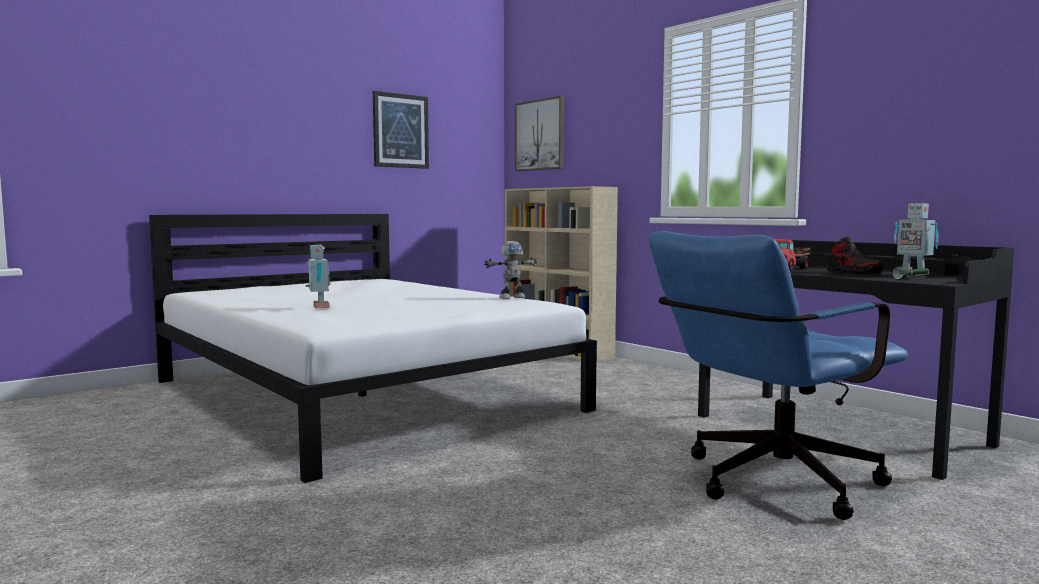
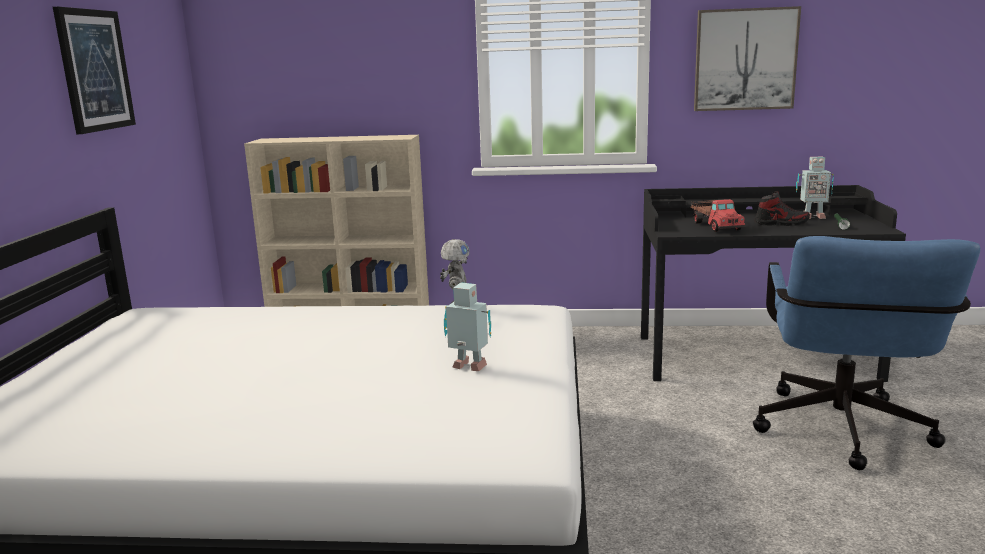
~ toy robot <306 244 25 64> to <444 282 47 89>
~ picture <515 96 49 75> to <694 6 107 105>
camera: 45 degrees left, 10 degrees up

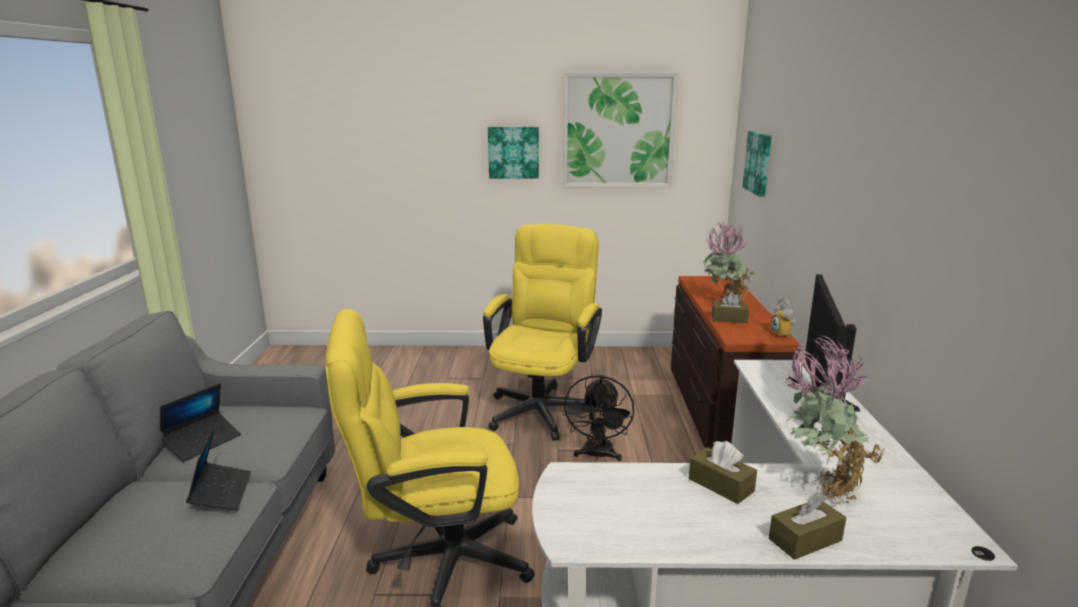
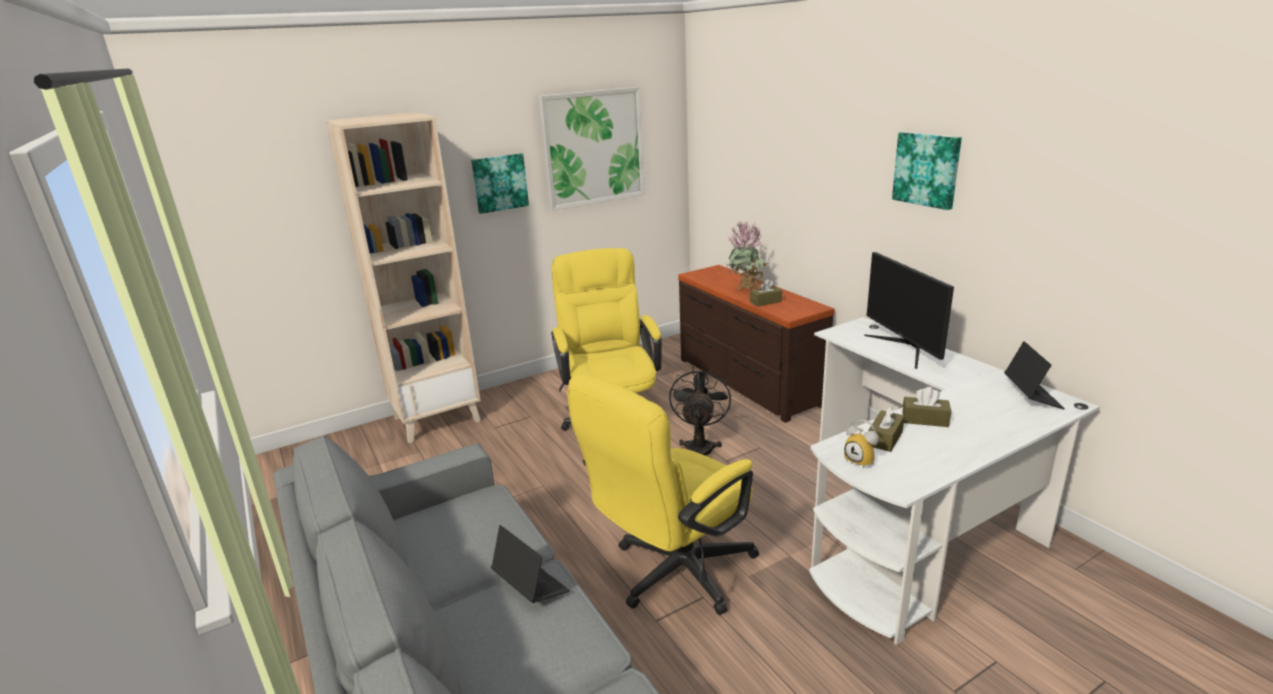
+ beige bookcase <326 112 155 331>
~ black fan <562 375 72 86> = <669 366 62 90> 150 degrees counterclockwise
~ alarm clock <771 299 25 39> to <844 420 35 48>
~ brown tissue box <769 494 77 66> to <869 405 36 47>
~ picture <743 131 29 65> to <892 132 70 78>
~ laptop <160 383 81 79> to <1004 341 61 68>
- potted plant <782 334 103 171>
camera: 30 degrees left, 5 degrees up

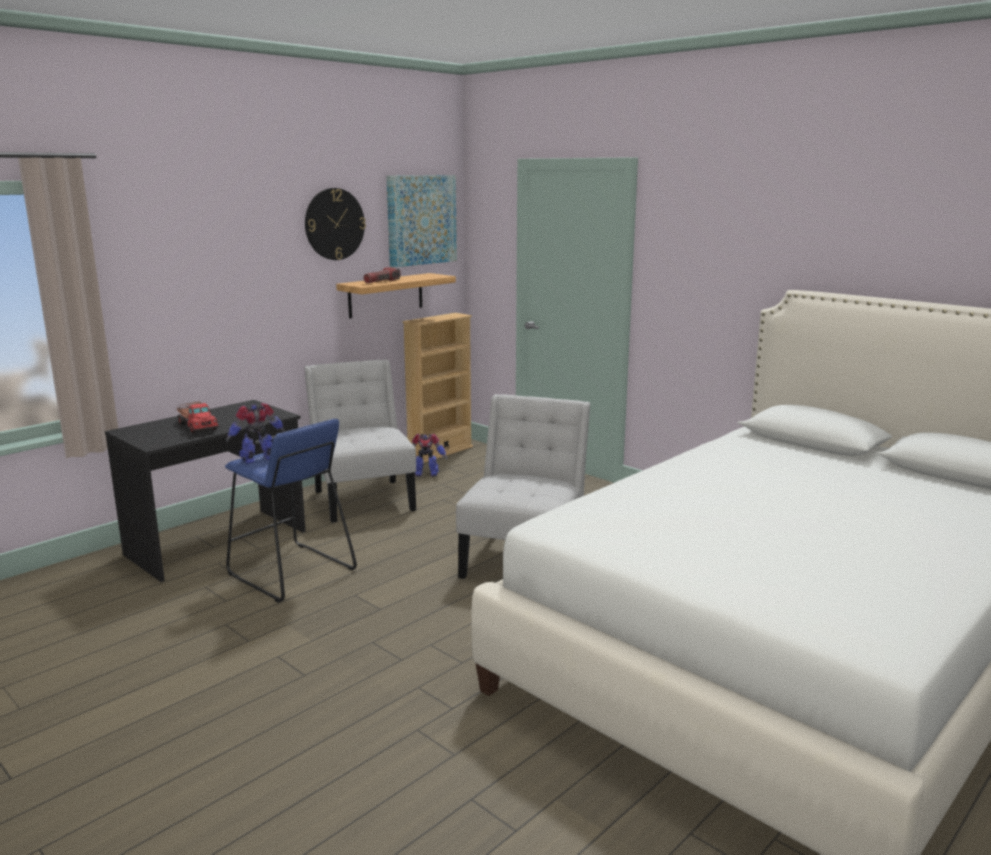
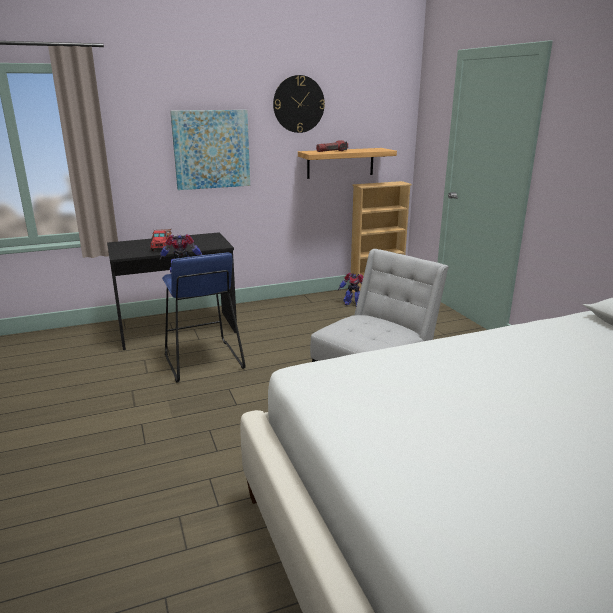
~ picture <386 175 71 92> to <170 110 80 80>
- white chair <304 360 112 163>
camera: 25 degrees right, 5 degrees up

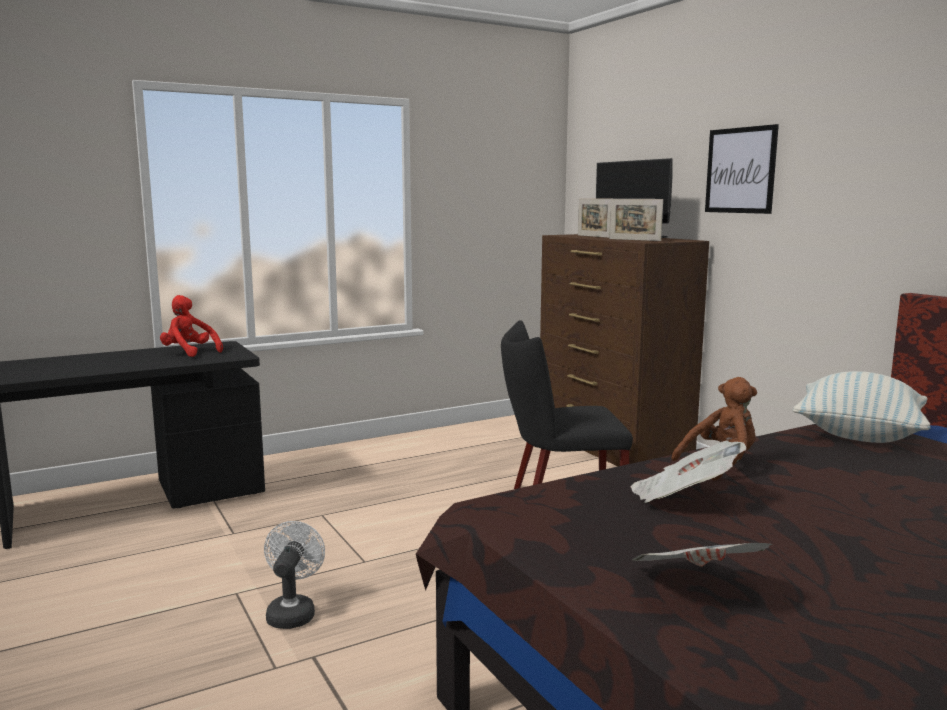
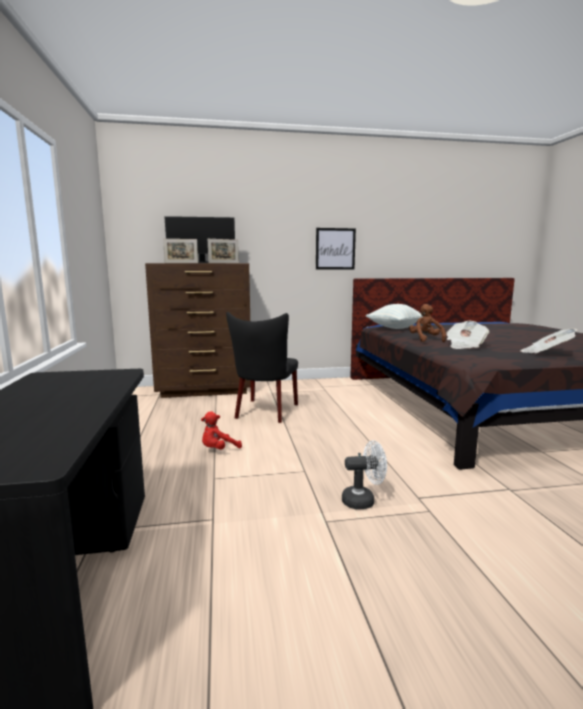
~ red plush toy <160 295 63 62> to <201 411 41 39>
~ picture <705 124 74 90> to <316 228 40 41>
~ white fan <264 521 61 108> = <342 440 45 69> 150 degrees clockwise
camera: 70 degrees left, 0 degrees up

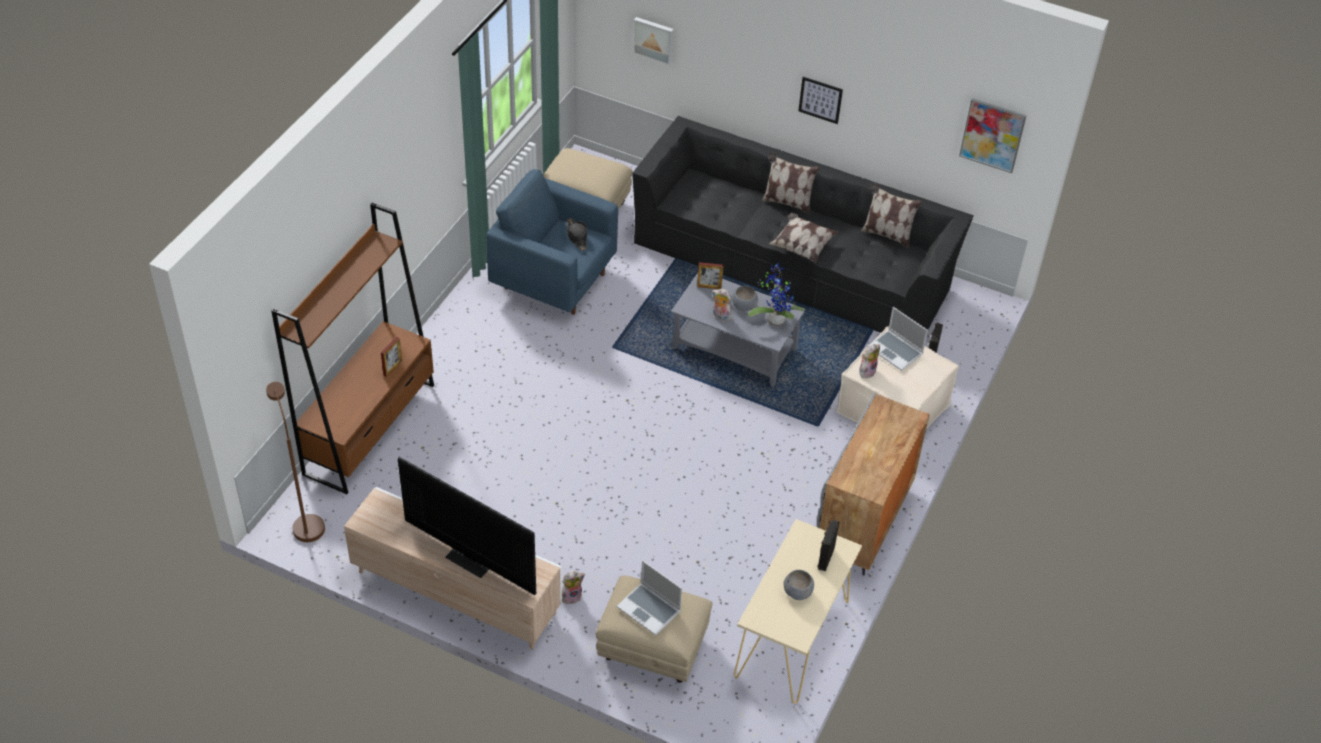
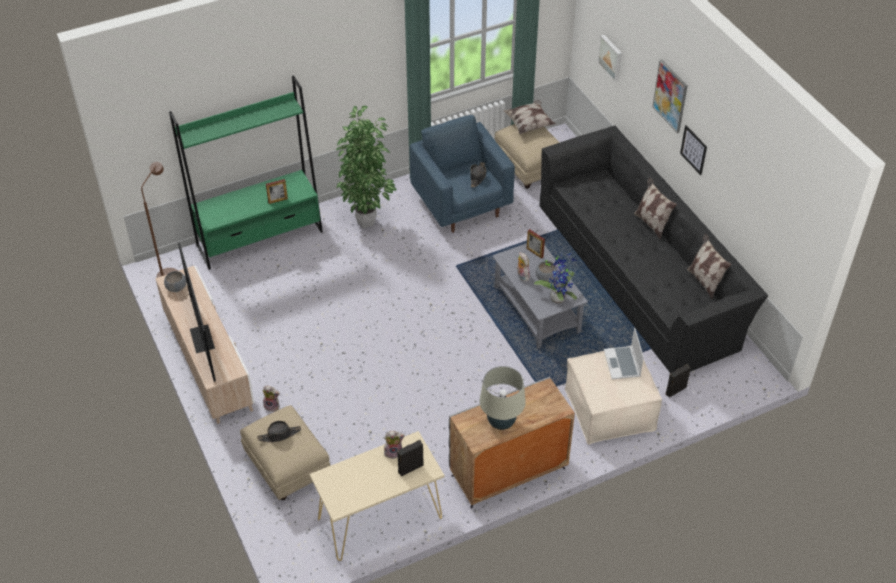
~ grey bowl <784 570 30 30> to <164 271 23 21>
~ brown bookcase <271 202 163 292> to green bookcase <169 75 154 195>
~ laptop <617 560 65 76> to black hat <257 421 44 21>
+ potted plant <336 106 60 123>
~ plush toy <859 344 21 34> to <384 431 21 28>
+ beige table lamp <479 366 47 64>
~ pillow <769 213 69 50> to <503 100 53 34>
~ picture <959 98 68 75> to <652 59 36 74>
camera: 40 degrees right, 0 degrees up

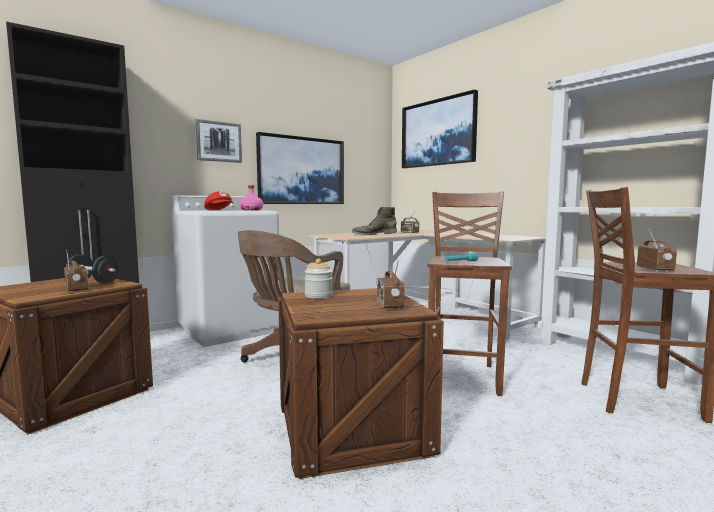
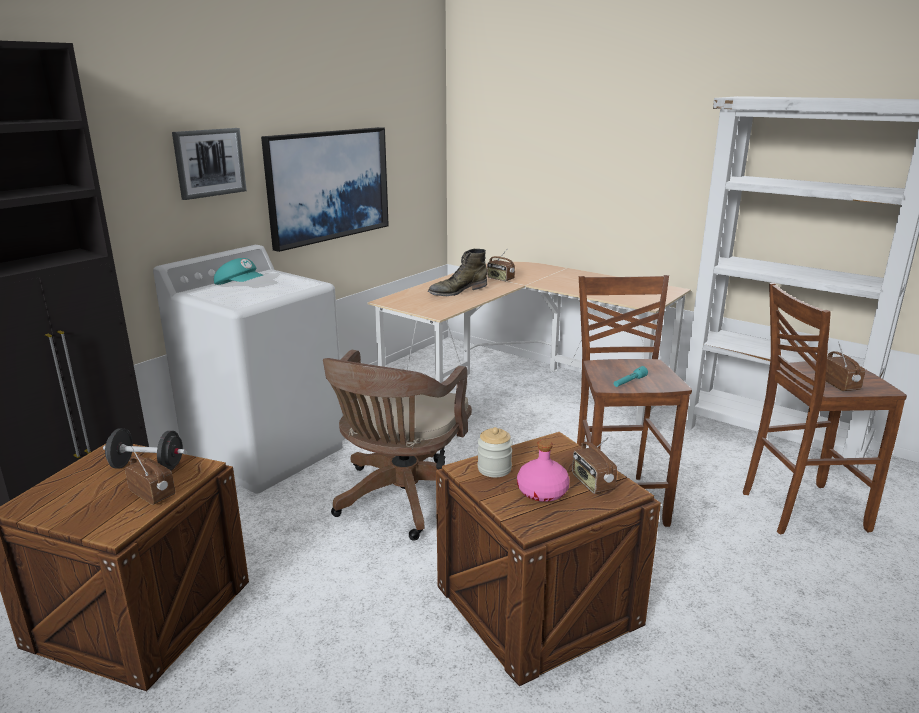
~ red cap <204 191 29 19> to turquoise cap <214 258 50 27>
~ pink bottle <240 185 23 25> to <517 440 53 62>
- picture <402 89 76 79>
camera: 15 degrees left, 15 degrees up

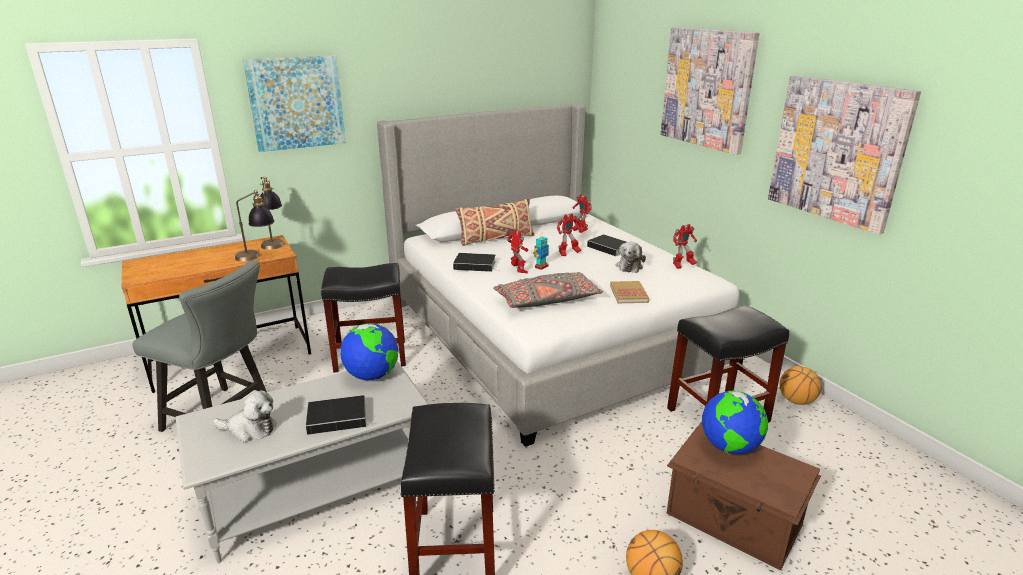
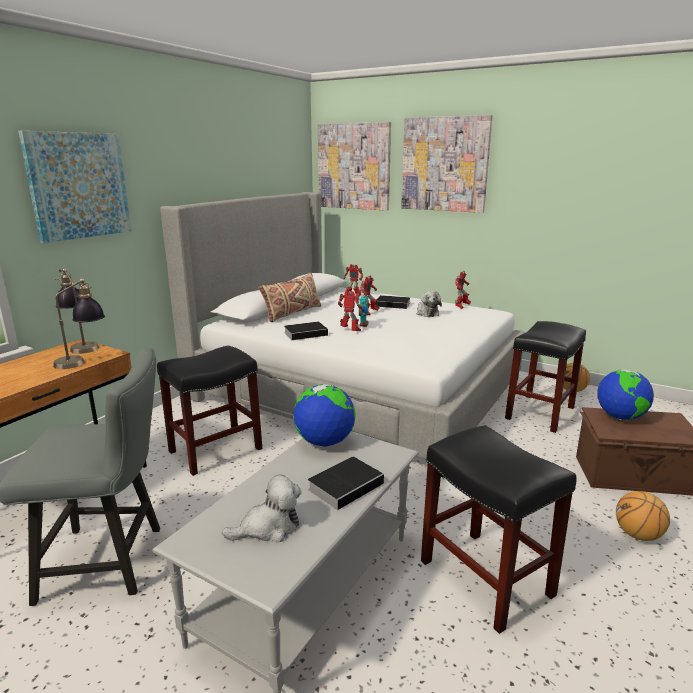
~ picture <768 76 153 159> to <318 122 73 89>
- grey pillow <493 272 110 36>
- book <610 281 39 22>
camera: 30 degrees left, 5 degrees down

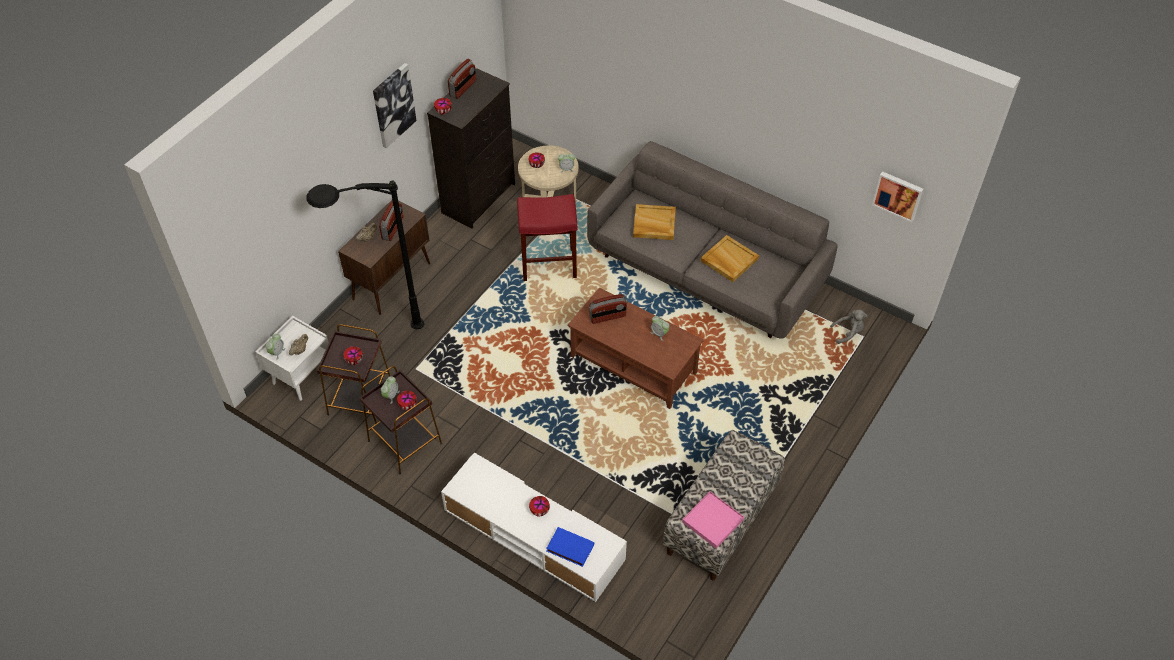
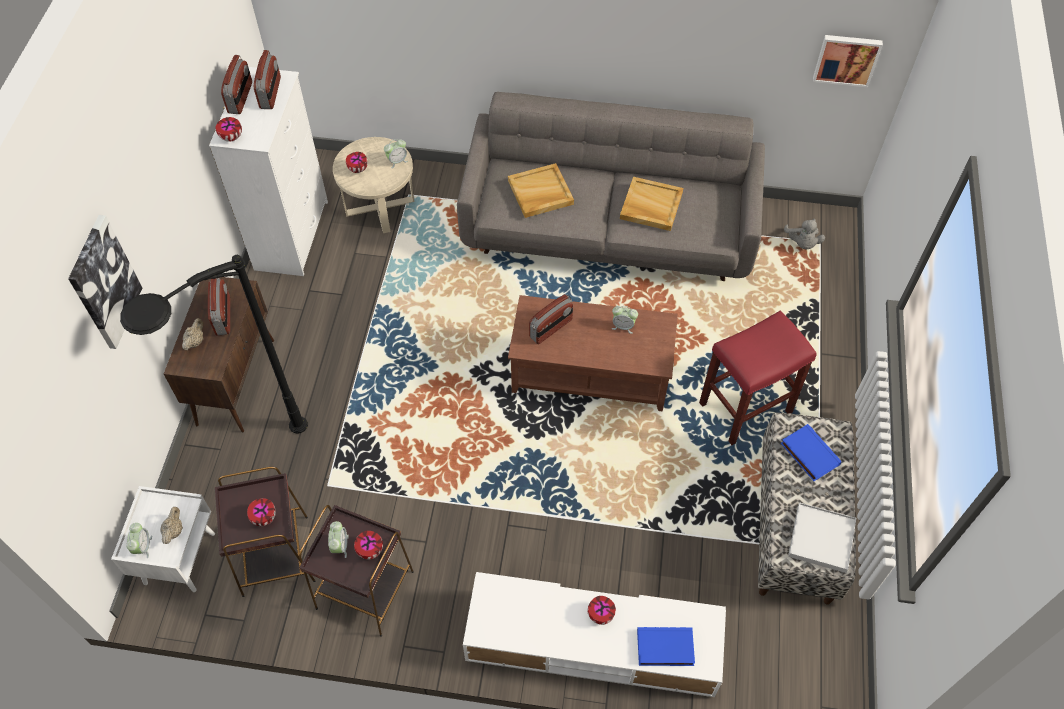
~ picture <373 63 44 85> to <68 215 74 134>
~ black dresser <427 68 88 160> to white dresser <209 67 119 209>
+ radio <254 50 27 59>
~ red stool <517 194 60 87> to <699 310 118 135>
+ blue book <781 424 61 57>
~ grey plush toy <830 310 37 34> = <784 219 41 31> 120 degrees clockwise
~ pink tray <682 491 62 58> to white tray <788 503 68 70>
camera: 25 degrees left, 5 degrees up

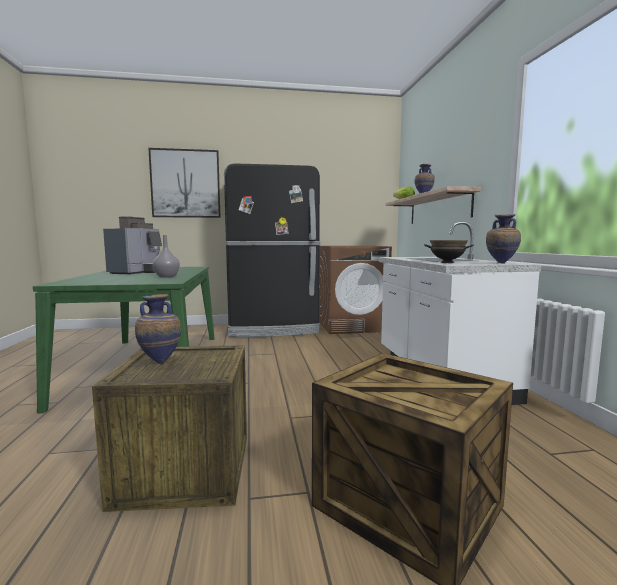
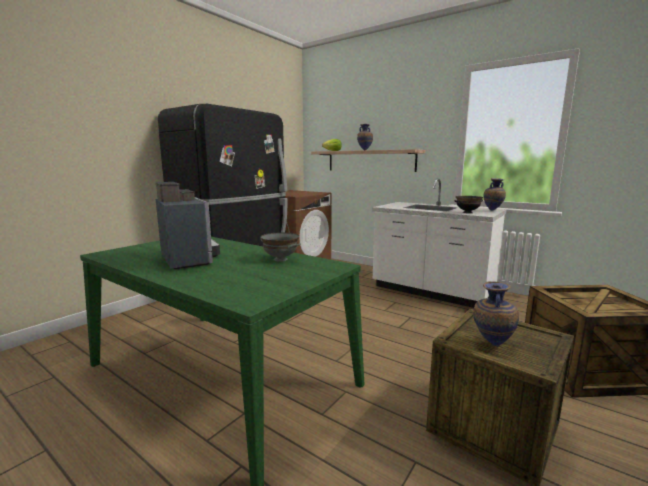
~ grey vase <153 235 27 43> to grey bowl <260 232 41 30>
- picture <148 148 73 70>
camera: 45 degrees left, 5 degrees up

